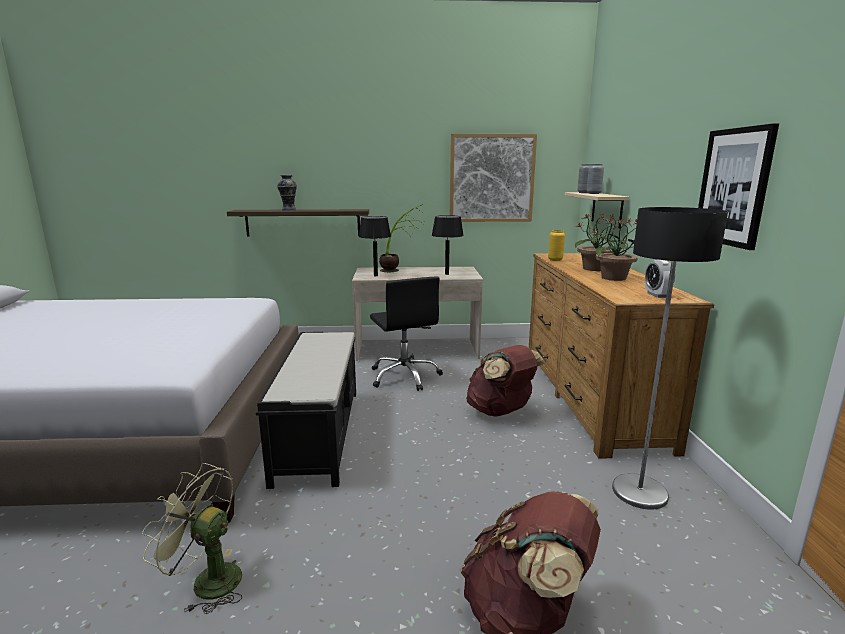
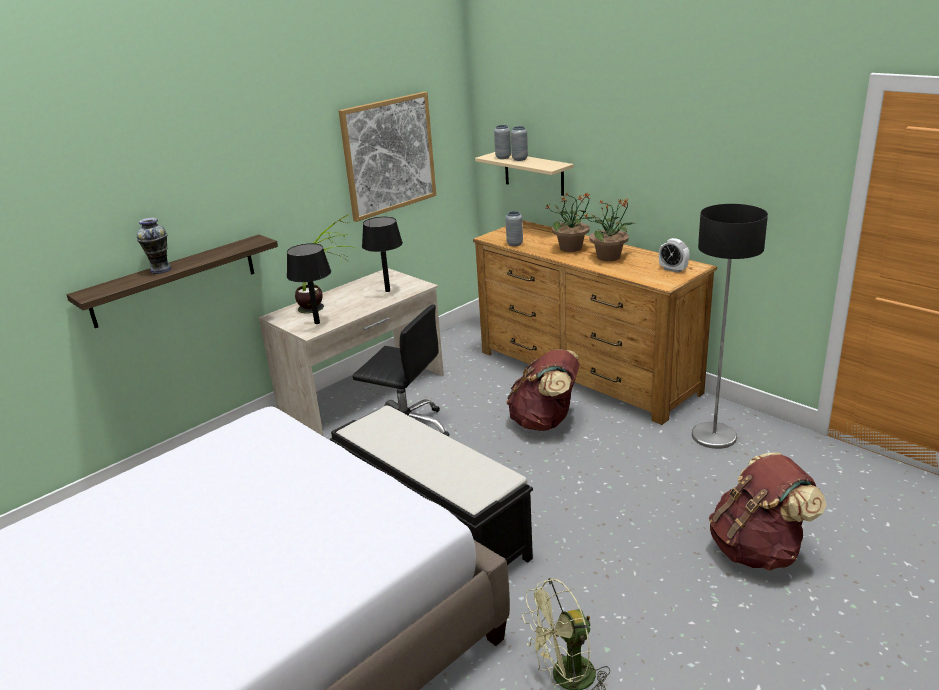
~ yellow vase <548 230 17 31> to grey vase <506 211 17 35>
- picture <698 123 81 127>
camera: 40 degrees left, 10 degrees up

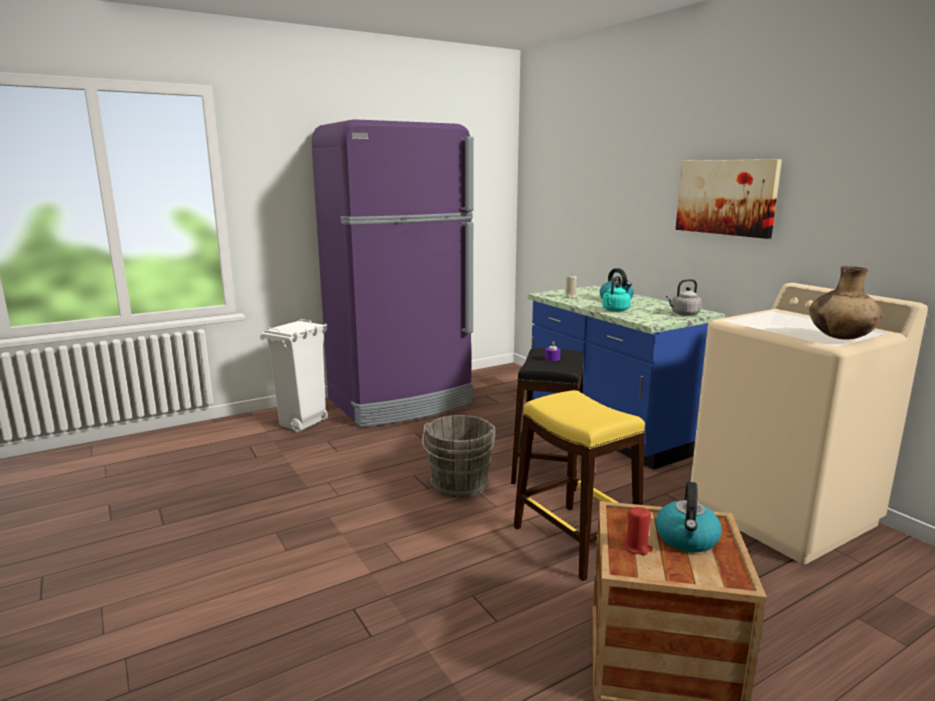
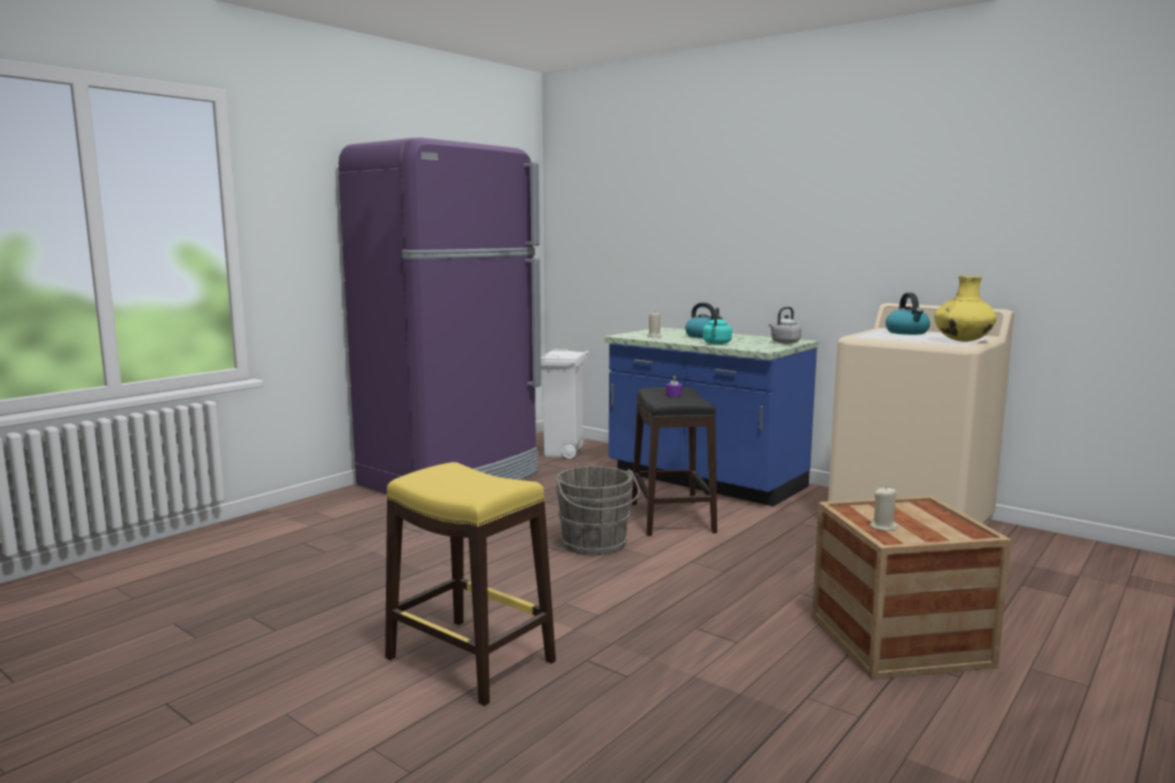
~ yellow stool <514 390 131 191> to <385 462 171 244>
~ white trash can <260 319 68 113> to <541 349 48 110>
~ red candle <623 507 30 48> to beige candle <870 486 28 45>
~ kettle <656 482 66 70> to <886 293 44 42>
~ brown vase <809 266 74 74> to yellow vase <934 276 63 66>
- picture <676 159 106 80>
camera: 20 degrees left, 5 degrees down

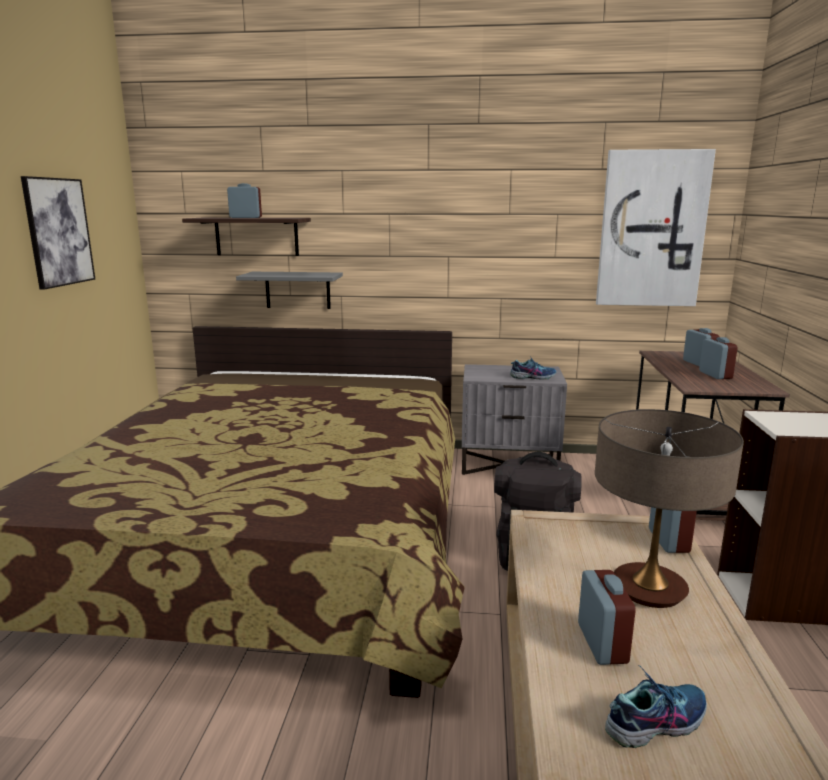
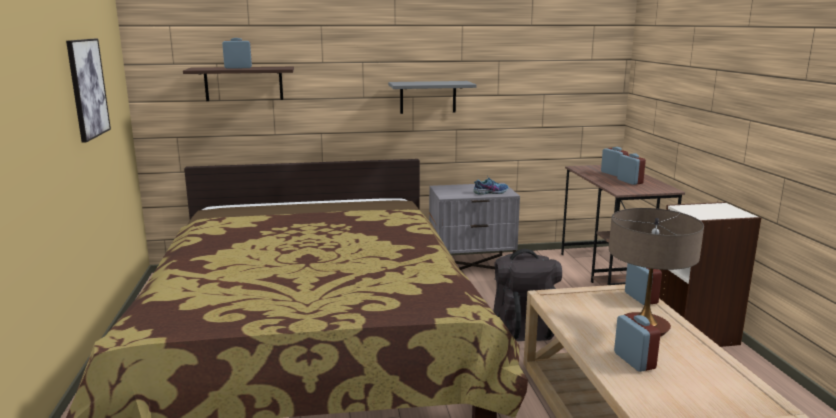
~ grey shelf <236 272 107 37> to <388 81 89 33>
- picture <596 149 120 157>
- shoe <605 666 102 82>
camera: 15 degrees left, 0 degrees up

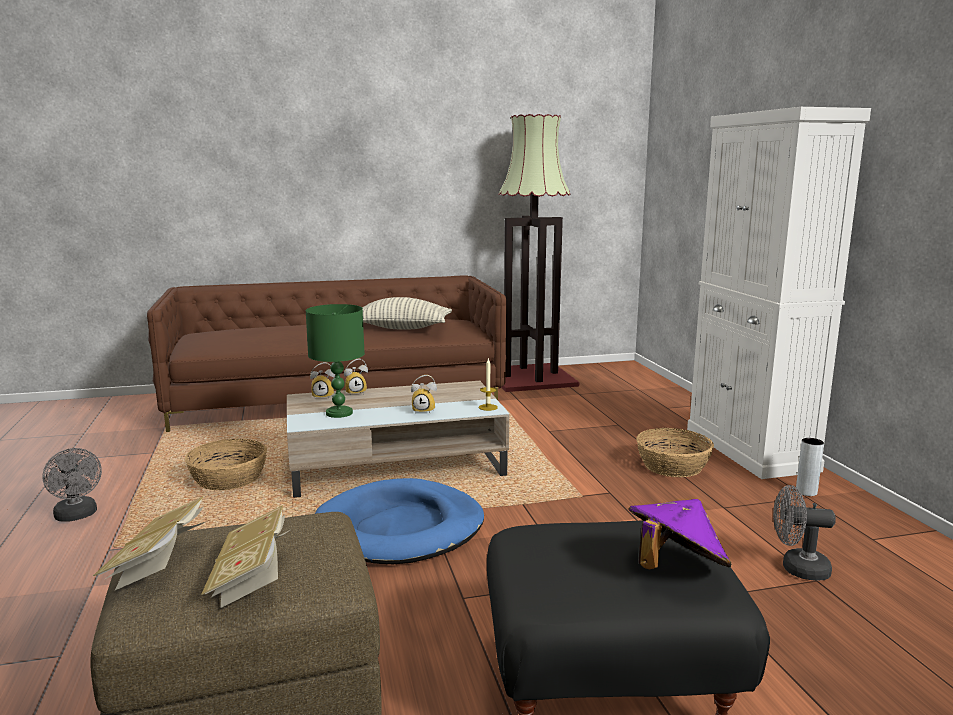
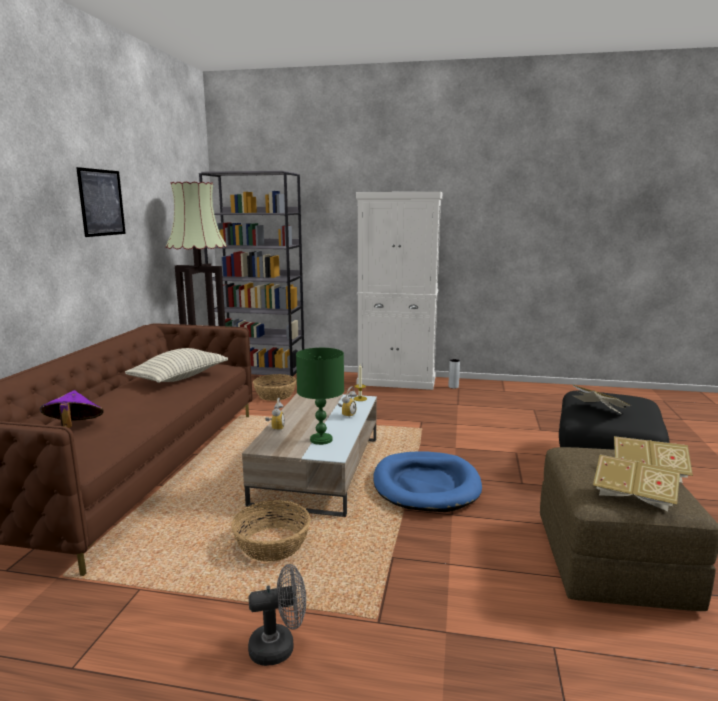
~ purple hat <629 499 102 70> to <40 390 64 38>
+ picture <76 167 50 70>
+ grey bookcase <199 171 105 207>
~ basket <636 428 78 50> to <253 374 44 27>
+ book <572 384 59 29>
- alarm clock <310 362 25 37>
- grey fan <773 485 63 96>
camera: 65 degrees left, 0 degrees up

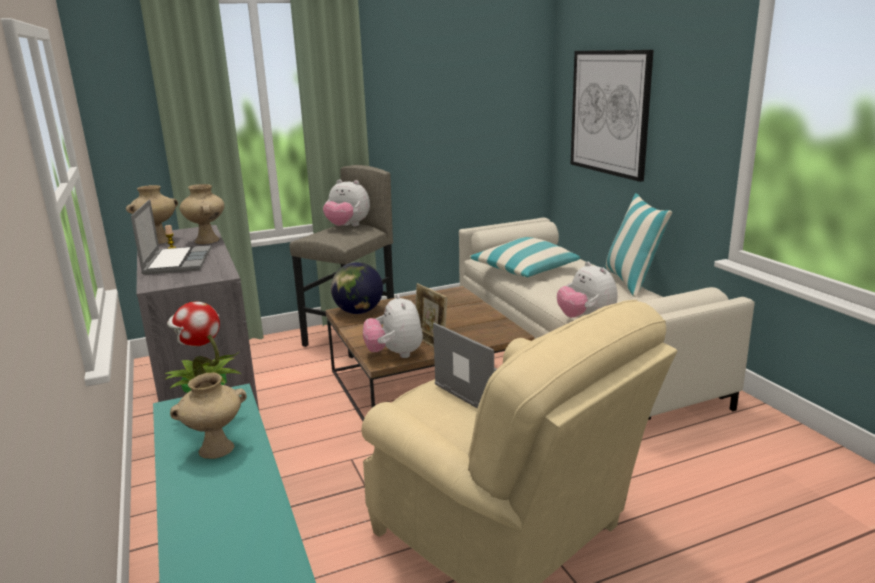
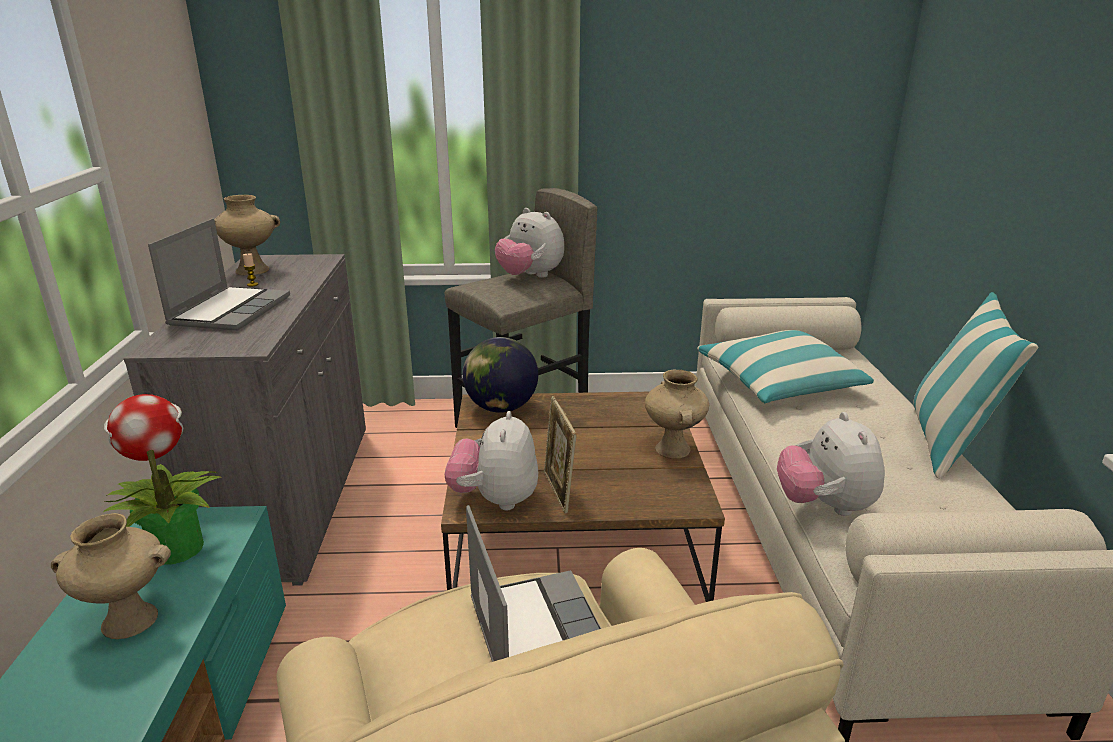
~ beige vase <180 184 44 60> to <645 369 64 90>
- picture <571 50 83 132>
camera: 20 degrees right, 5 degrees up

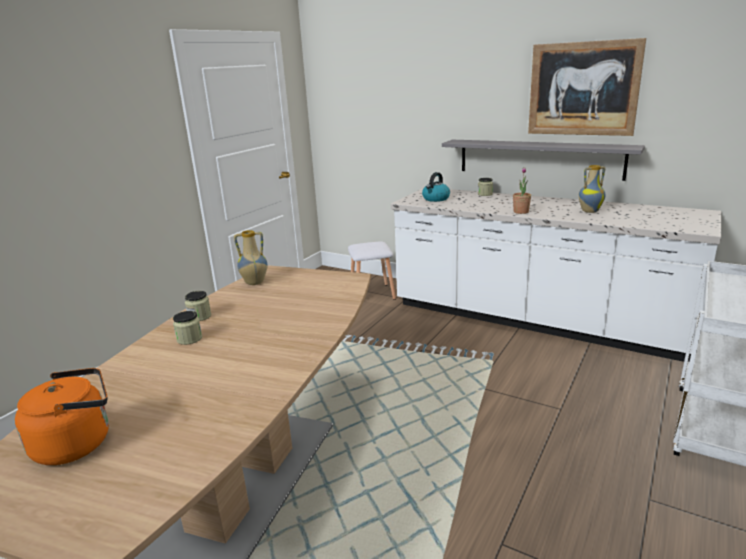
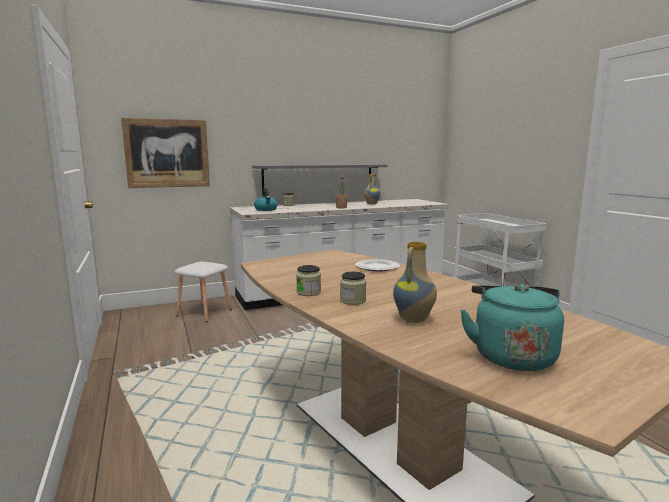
~ picture <528 38 118 98> to <121 118 89 70>
+ plate <355 259 45 12>
~ vase <234 230 34 55> to <393 242 44 81>
~ orange kettle <15 368 94 97> to turquoise kettle <460 284 104 87>
camera: 55 degrees left, 10 degrees down

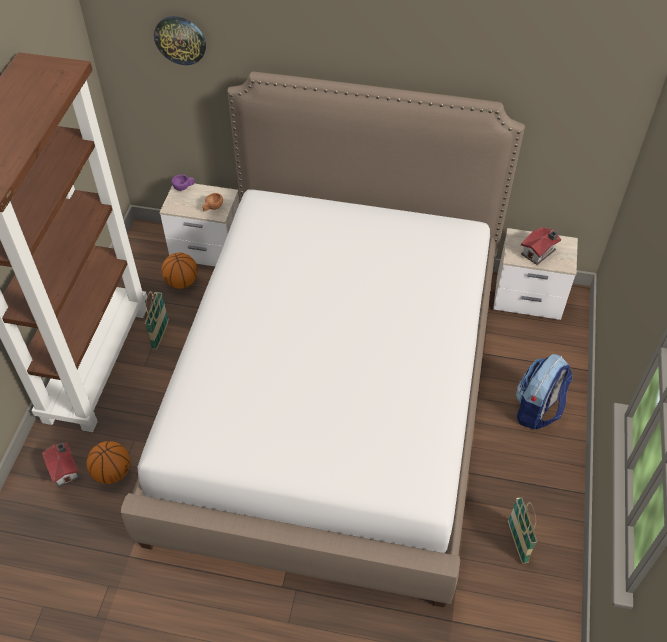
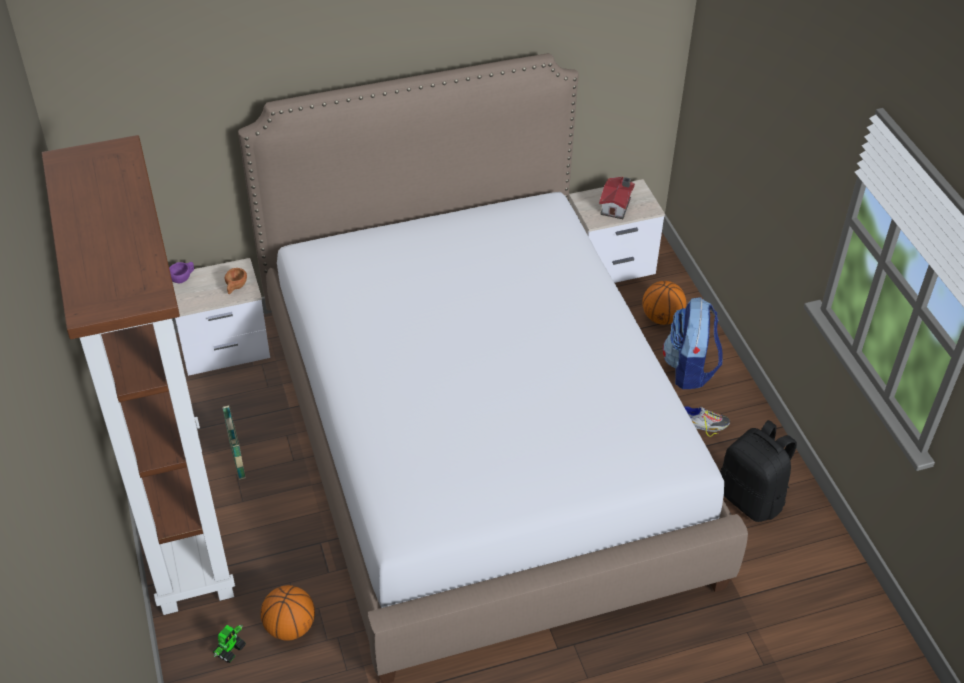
~ toy house <42 442 38 46> to toy robot <213 625 33 38>
~ basketball <161 253 37 36> to <642 281 44 44>
+ shoe <684 406 46 31>
~ basket <508 497 29 67> to black backpack <720 420 77 102>
- wall clock <154 16 52 49>
camera: 30 degrees left, 5 degrees down

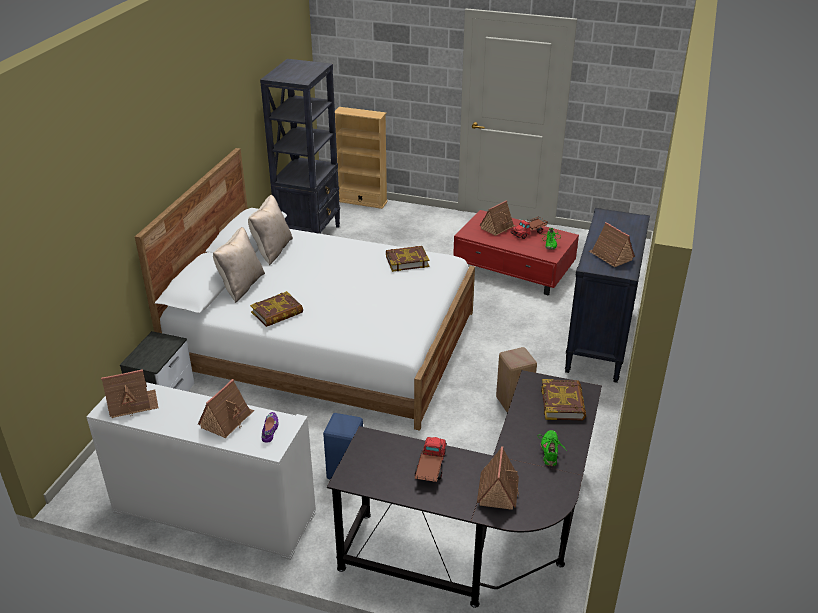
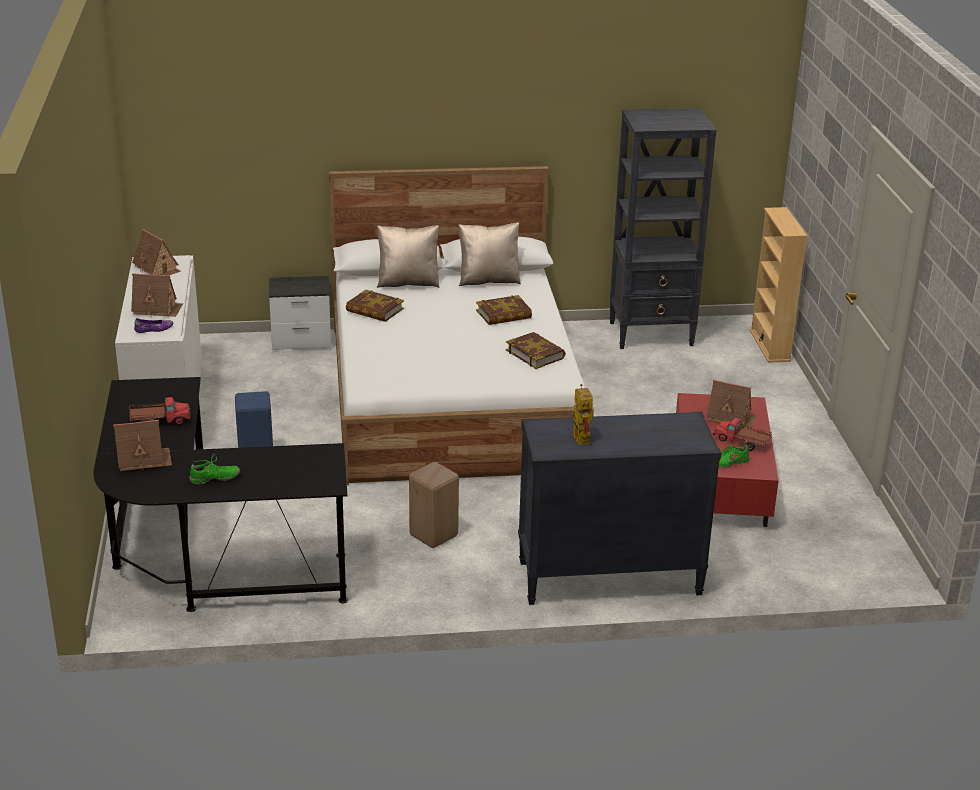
~ book <541 379 45 42> to <476 295 56 30>
~ toy house <589 222 46 45> to toy robot <564 384 29 61>
camera: 65 degrees right, 5 degrees down

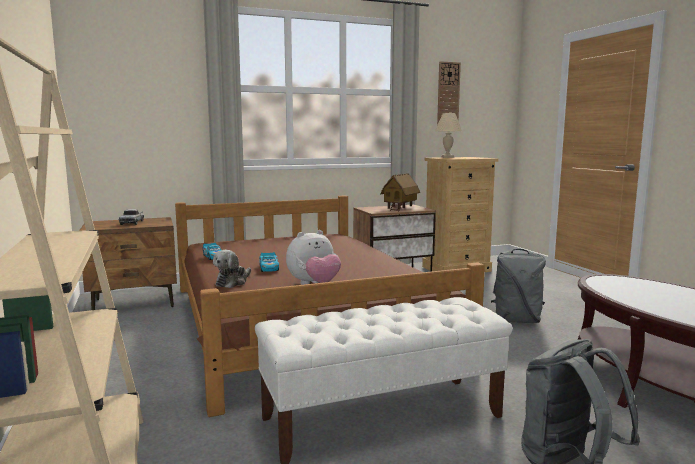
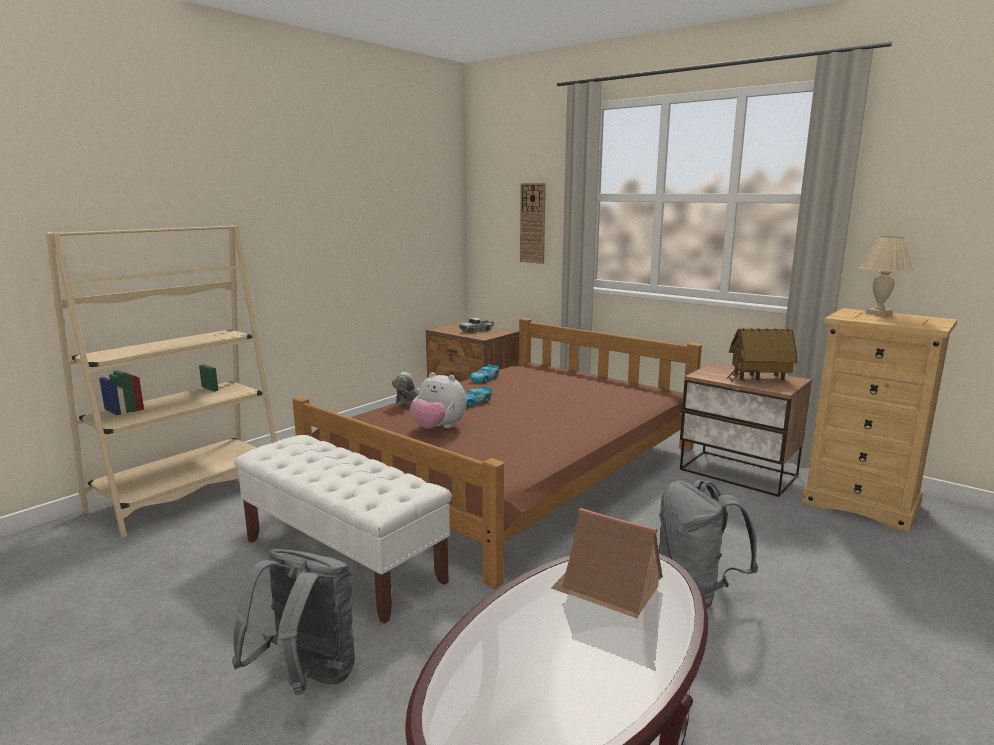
~ wall clock <437 61 24 64> to <520 183 26 81>
+ toy house <552 508 111 111>
camera: 60 degrees right, 5 degrees up

